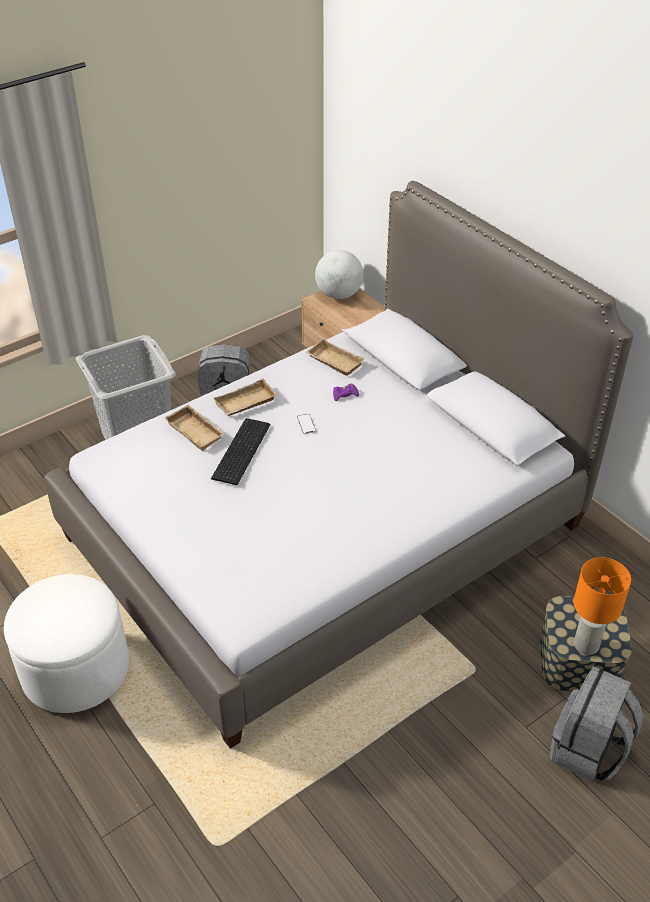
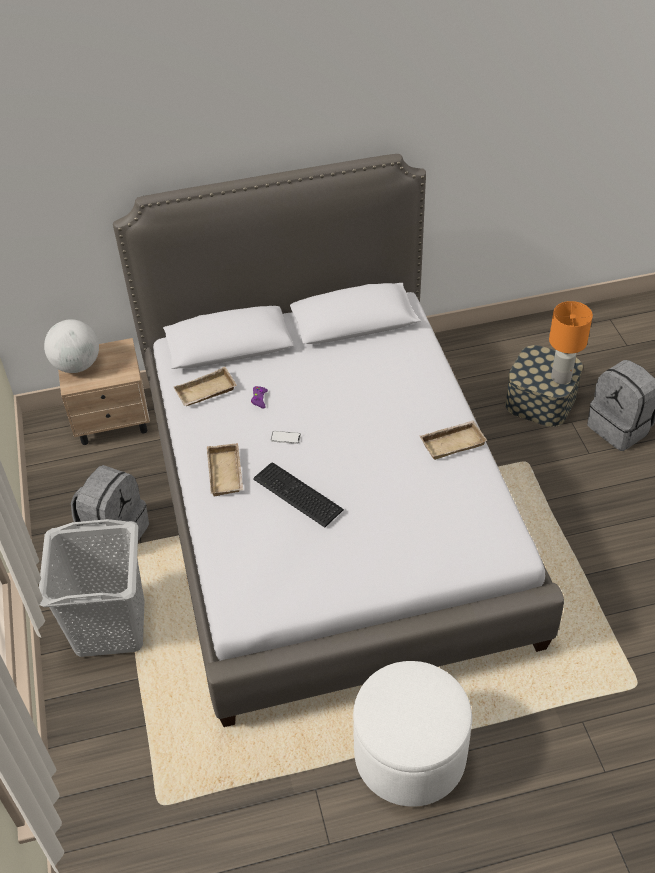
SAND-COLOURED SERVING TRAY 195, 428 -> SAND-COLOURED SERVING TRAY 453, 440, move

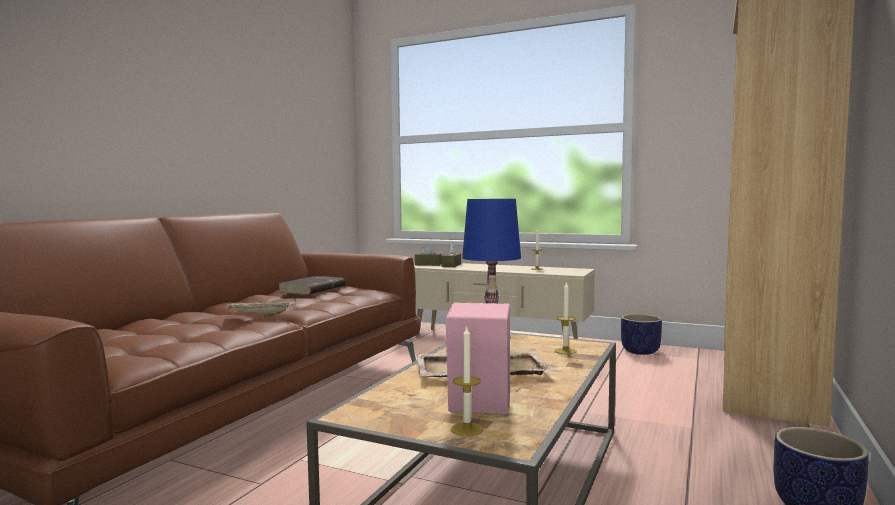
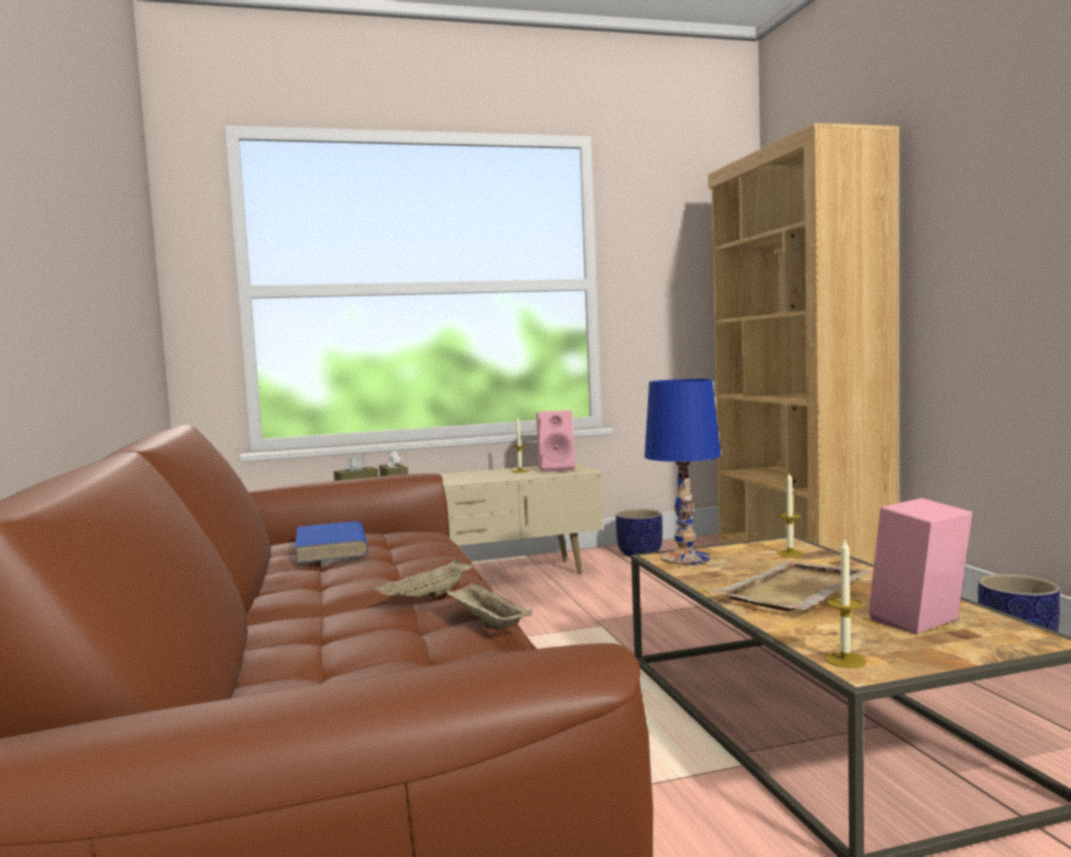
none -> SAND-COLOURED SERVING TRAY 488, 605
none -> PINK SPEAKER 555, 441
WAX CANDLE 467, 380 -> WAX CANDLE 846, 604, move
BROWN BOOK 312, 285 -> BLUE BOOK 331, 542

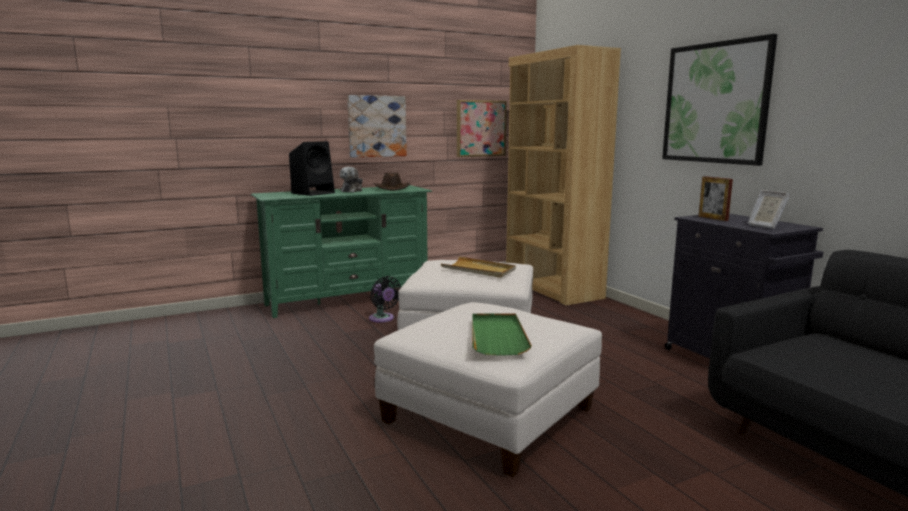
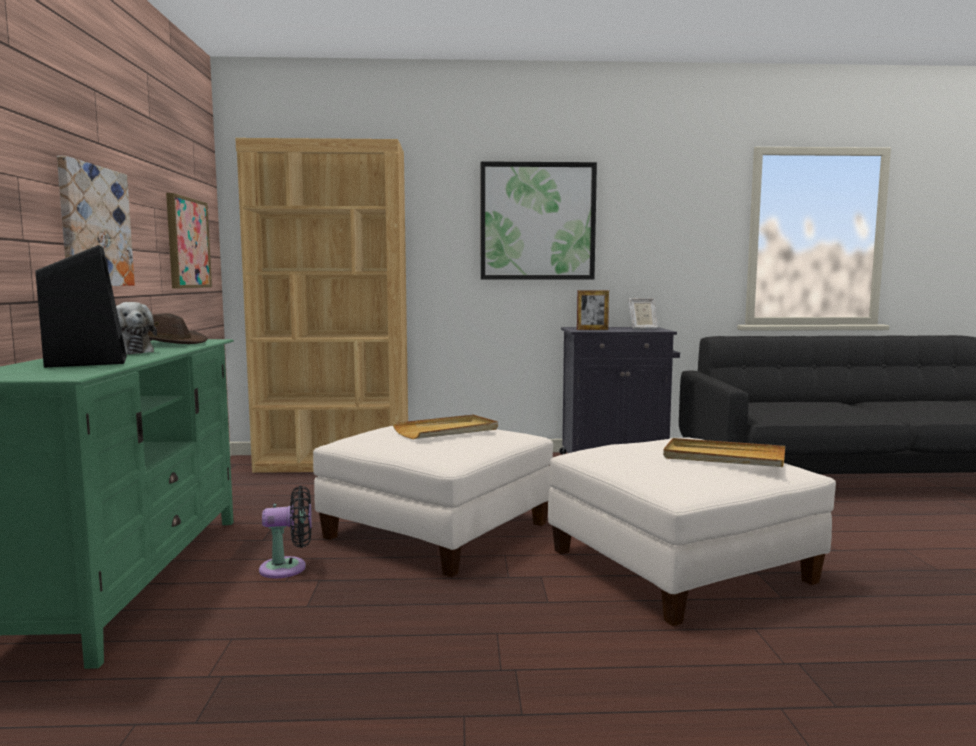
GREEN-COLOURED SERVING TRAY 502, 335 -> SAND-COLOURED SERVING TRAY 724, 452

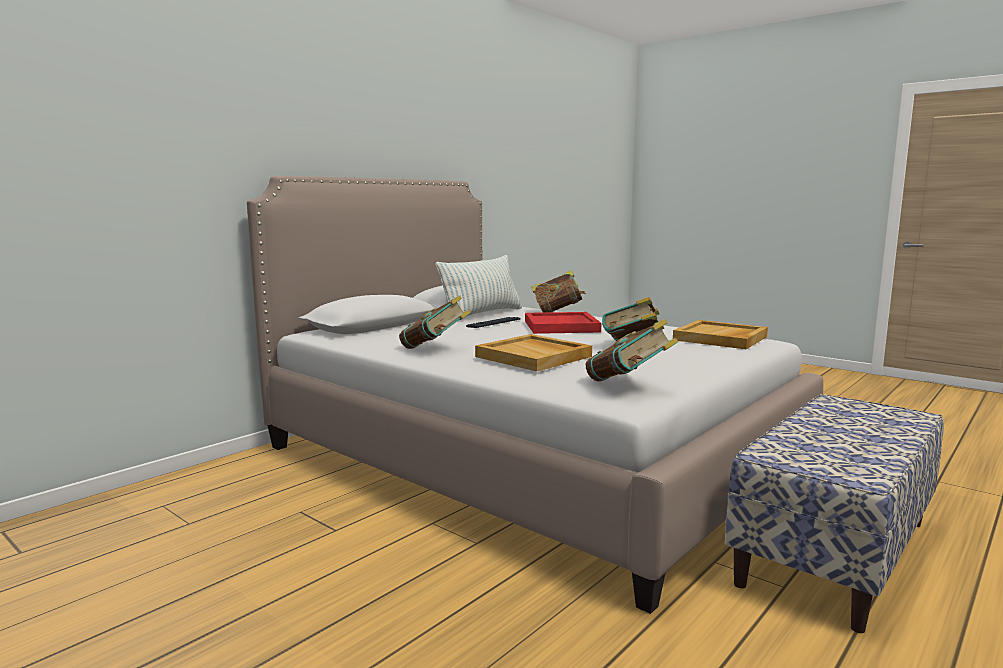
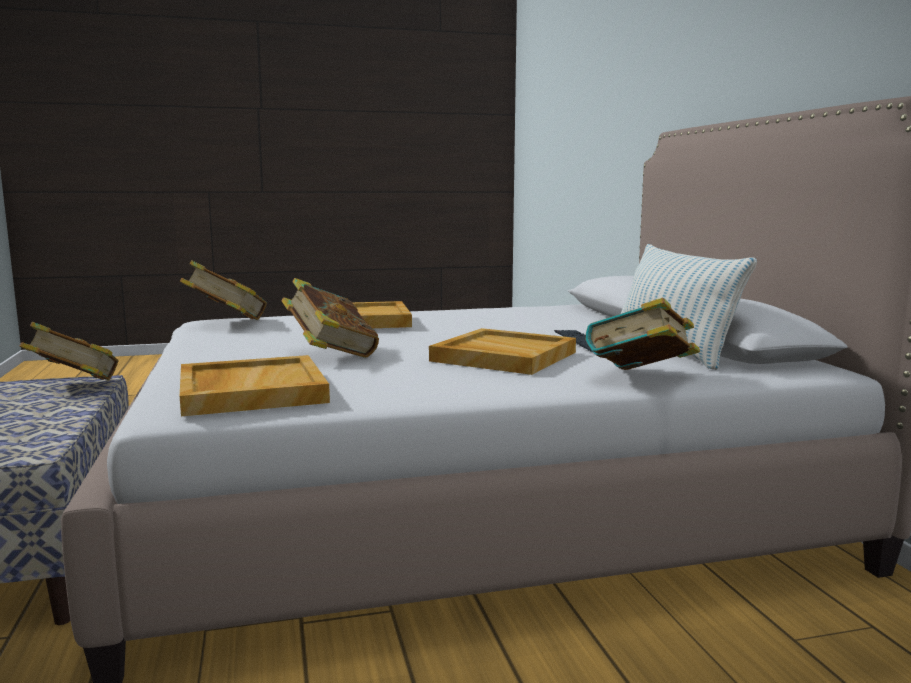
BOOK 435, 322 -> BOOK 69, 351, move
REDDISH SERVING TRAY 563, 323 -> SAND-COLOURED SERVING TRAY 502, 351

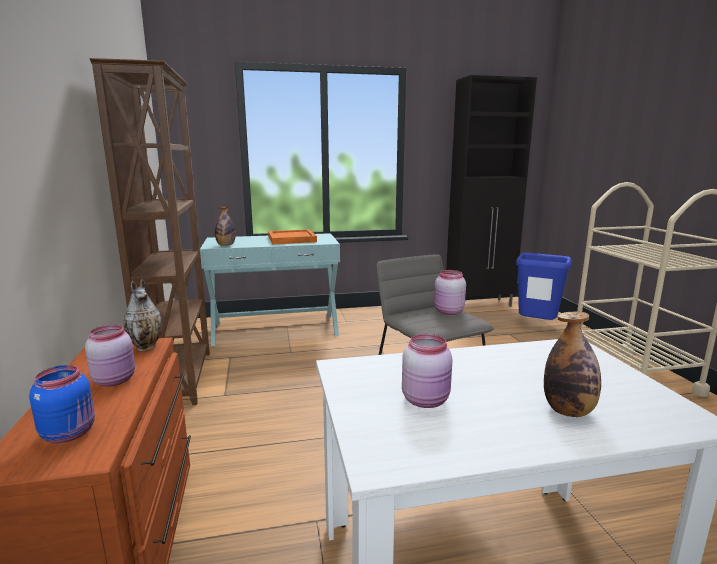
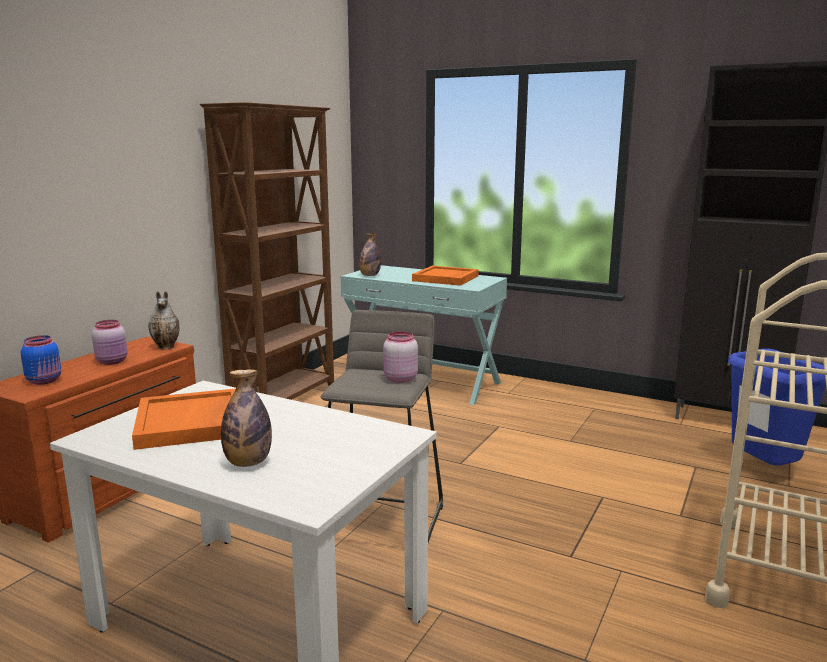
PINK PRESERVE JAR 427, 371 -> ORANGEY SERVING TRAY 184, 419

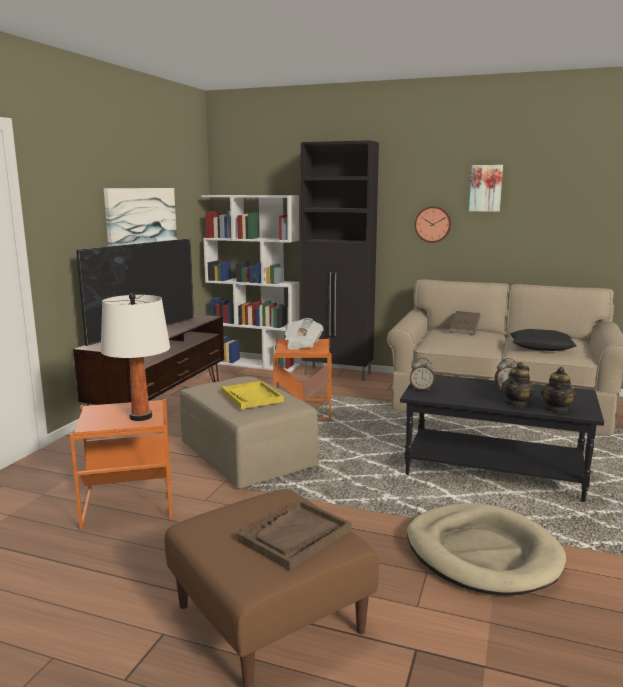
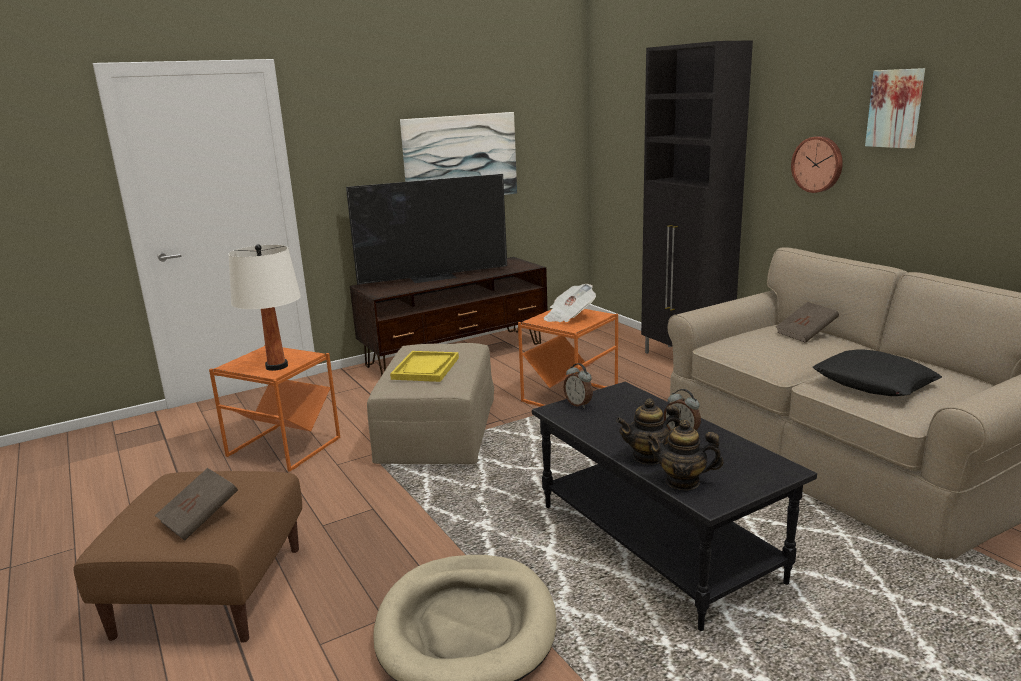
WHITE-COLOURED SHELVING UNIT 250, 283 -> none
BROWN SERVING TRAY 294, 535 -> BROWN BOOK 196, 504
TEA POT 559, 390 -> TEA POT 685, 455, 45 degrees clockwise

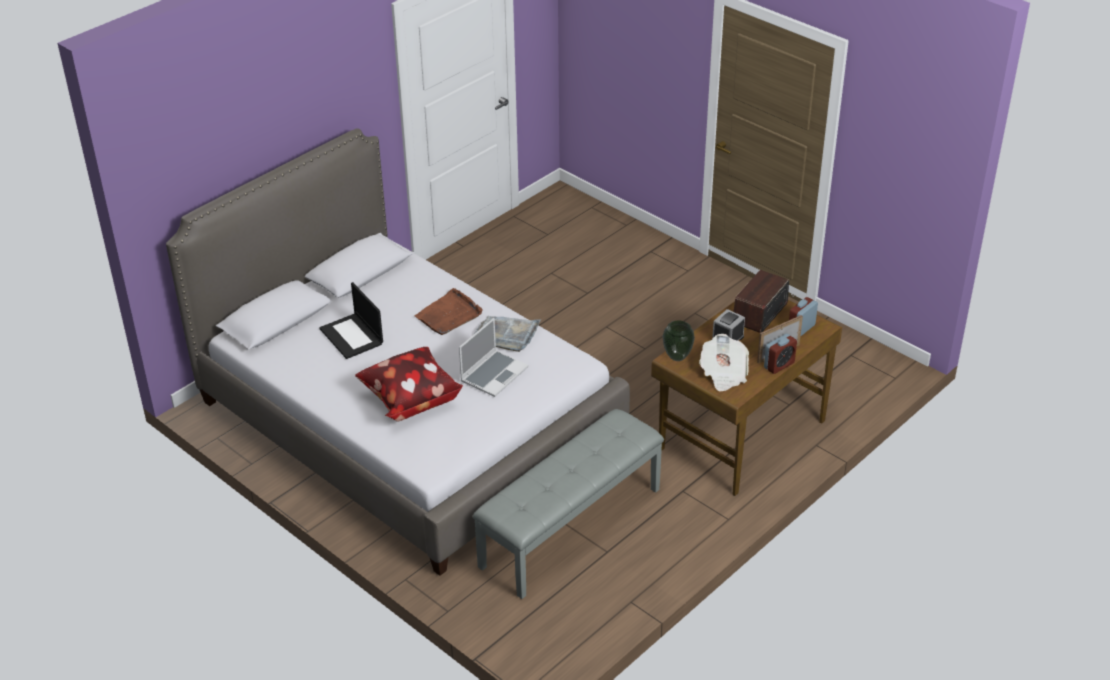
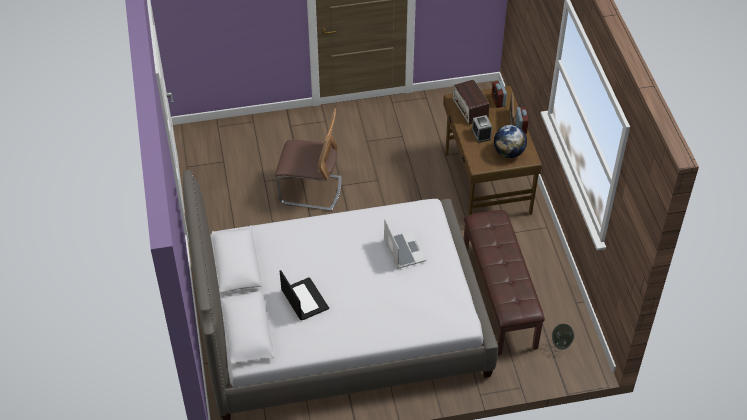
THROW PILLOW 409, 384 -> none
BROWN SERVING TRAY 448, 311 -> none
GREY SERVING TRAY 507, 334 -> none
none -> CHAIR 308, 159
DECORATIVE VASE 678, 340 -> DECORATIVE VASE 563, 337, move
NEWSPAPER 724, 363 -> WORLD GLOBE 510, 141
GREY LONG SEAT 568, 504 -> BROWN LONG SEAT 504, 283
LAPTOP 351, 320 -> LAPTOP 304, 295, 120 degrees counterclockwise

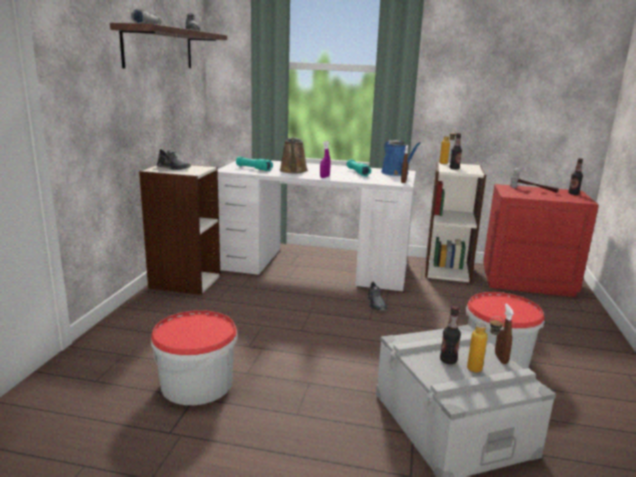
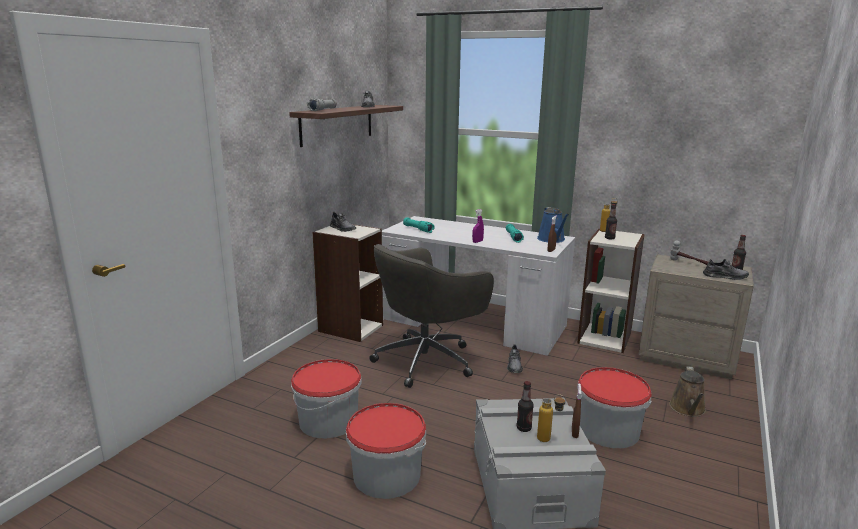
none -> WATER BUCKET 386, 451
none -> GREY COMPUTER CHAIR 431, 316
none -> GREY ITEM OF FOOTWEAR 726, 269
BROWN WATERING POT 293, 155 -> BROWN WATERING POT 687, 391, move
REDDISH BEDSIDE TABLE 541, 240 -> SAND-COLOURED BEDSIDE TABLE 696, 317

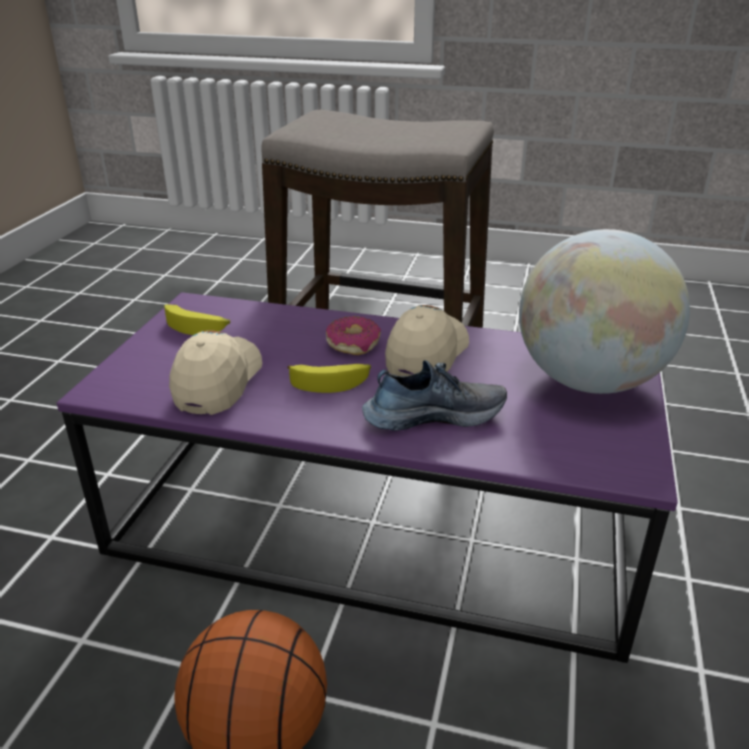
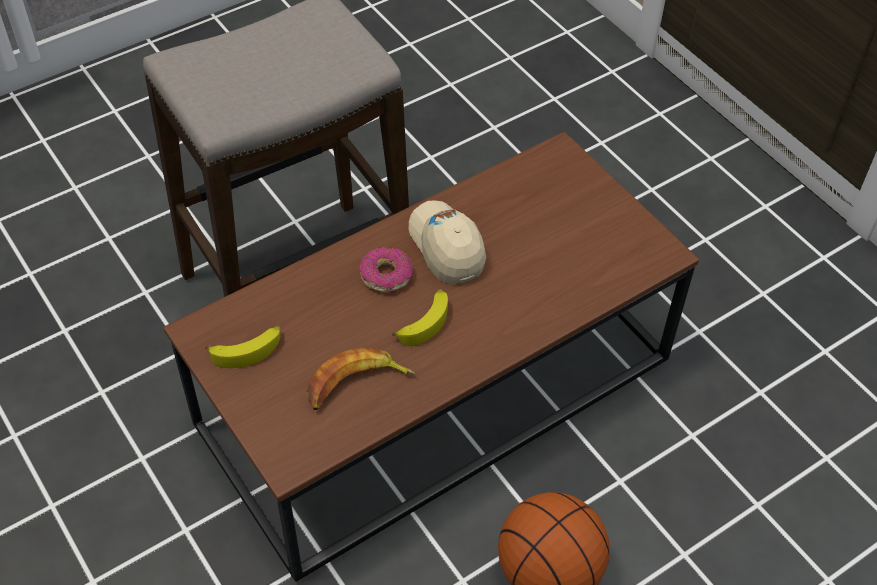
ITEM OF FOOTWEAR 434, 395 -> none
WORLD GLOBE 604, 311 -> none
SAND-COLOURED PEAKED CAP 215, 373 -> WHOLE BANANA 361, 379
PURPLE-COLOURED COFFEE TABLE 367, 477 -> BROWN COFFEE TABLE 431, 357

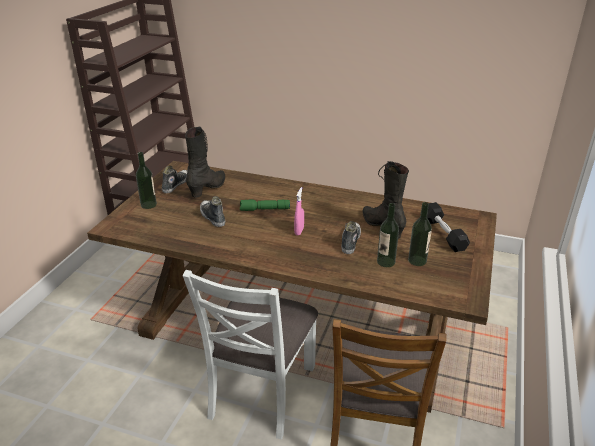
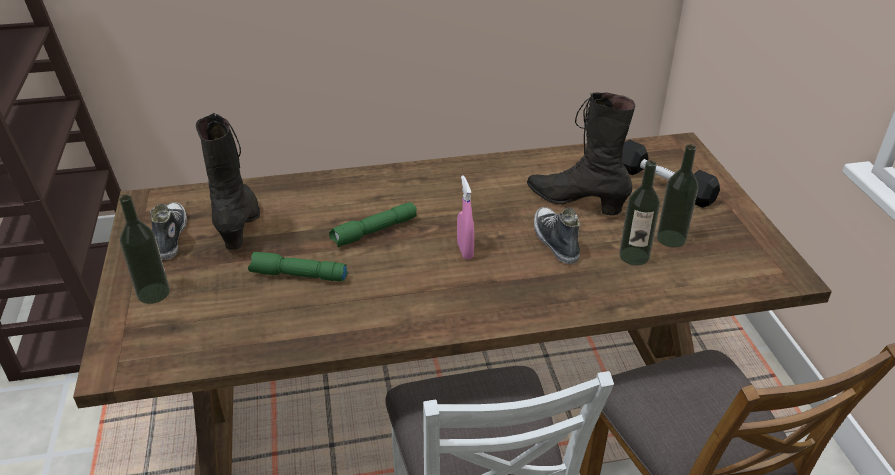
ITEM OF FOOTWEAR 212, 211 -> GREEN-COLOURED TORCH 298, 267

